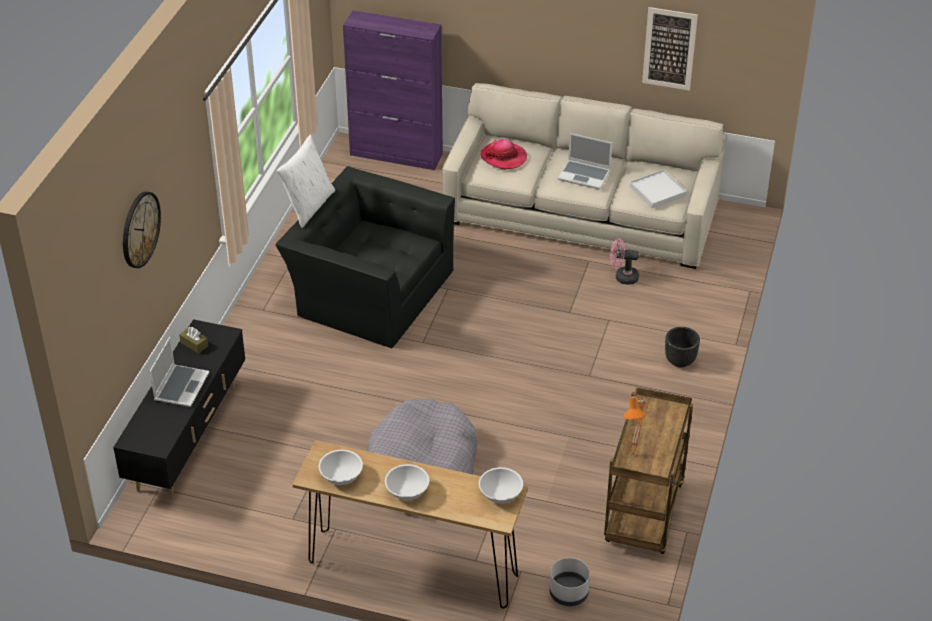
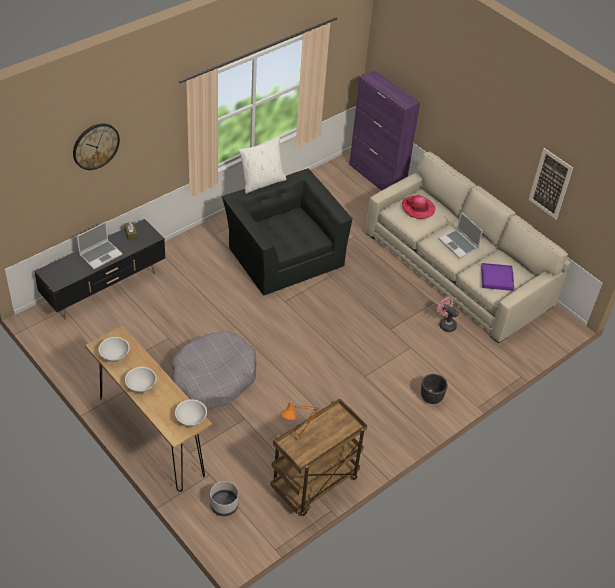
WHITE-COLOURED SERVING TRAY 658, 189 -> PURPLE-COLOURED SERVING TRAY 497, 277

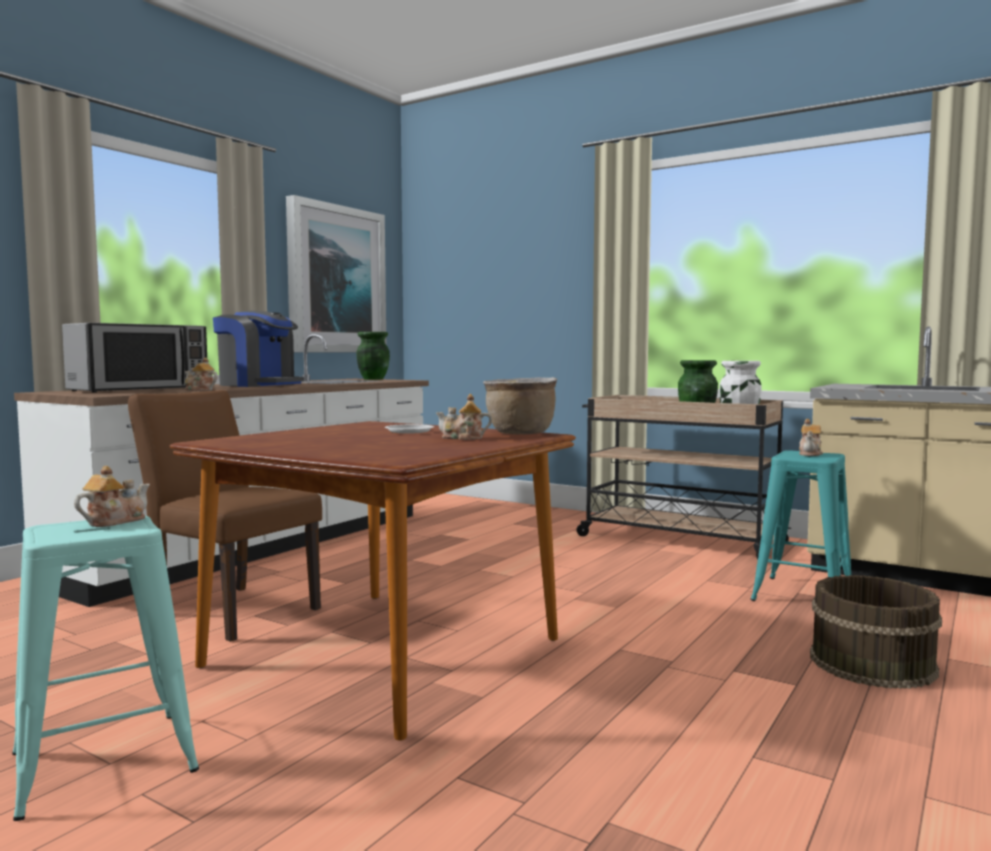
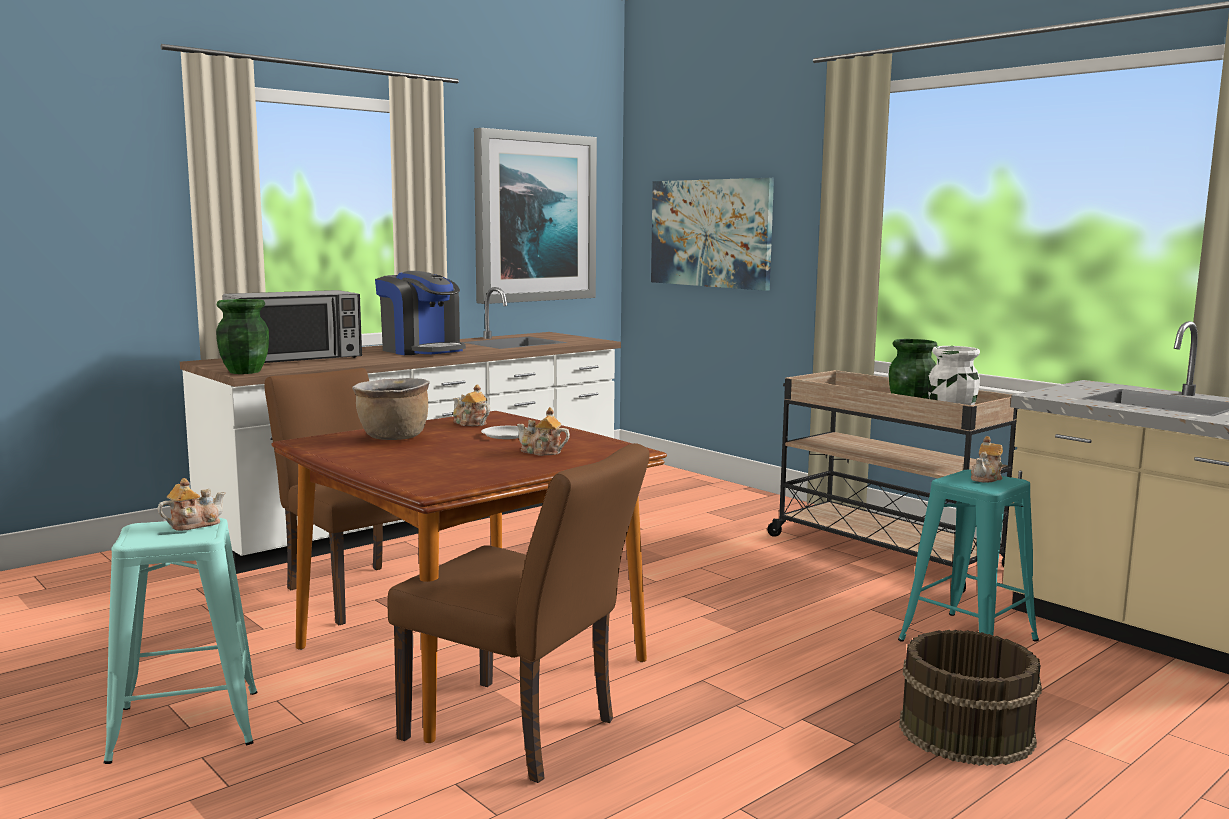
none -> BROWN CHAIR 518, 613
none -> WALL PICTURE 712, 234
TEA POT 201, 374 -> TEA POT 471, 405, move
GREEN-COLOURED DECORATIVE VASE 373, 356 -> GREEN-COLOURED DECORATIVE VASE 242, 336, move
BROWN COOKING POT 520, 405 -> BROWN COOKING POT 391, 409, move

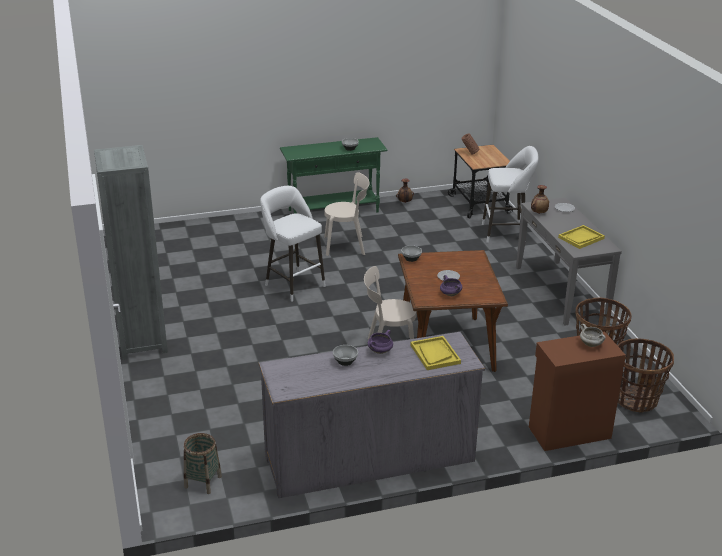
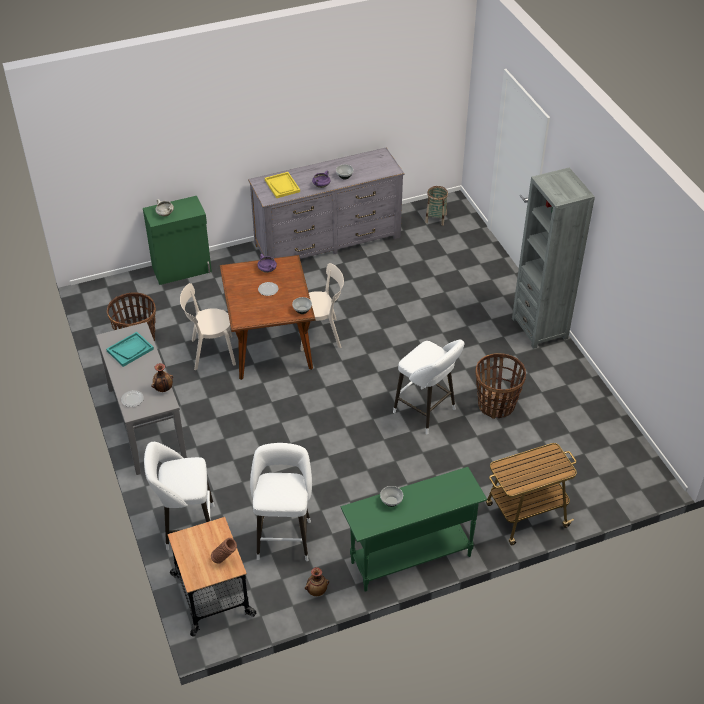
none -> WHITE-COLOURED STOOL 281, 502
none -> TROLLEY 531, 494
SAND-COLOURED CHAIR 347, 214 -> SAND-COLOURED CHAIR 208, 326, move
STORAGE BASKET 645, 375 -> STORAGE BASKET 500, 386, move
BROWN CABINET 577, 391 -> GREEN-COLOURED CABINET 177, 240
YELLOW SERVING TRAY 581, 237 -> TURQUOISE SERVING TRAY 130, 349

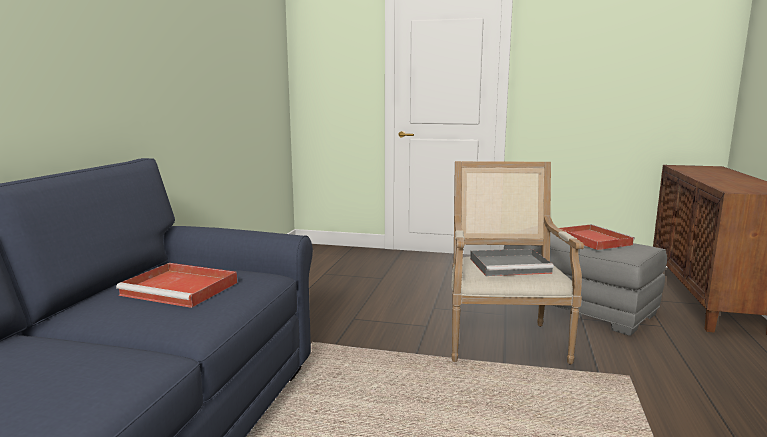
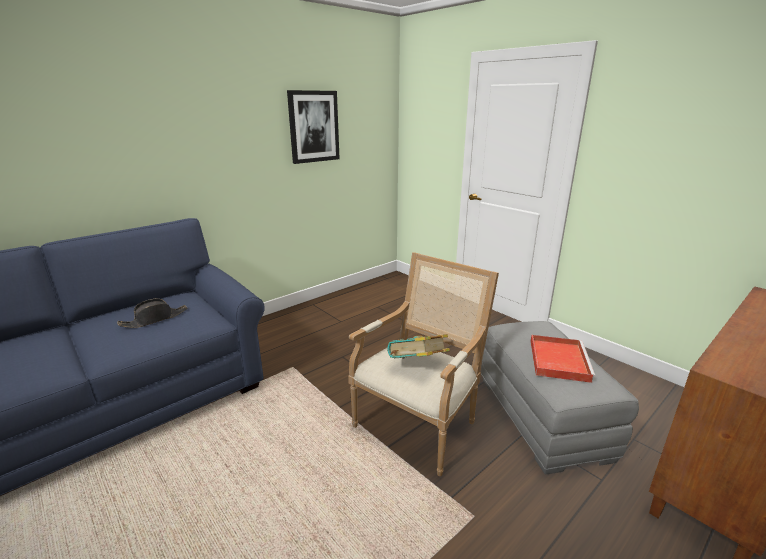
none -> WALL PICTURE 313, 127
REDDISH SERVING TRAY 176, 285 -> BLACK WEARABLE HAT 152, 313
GREY SERVING TRAY 512, 262 -> BOOK 418, 346

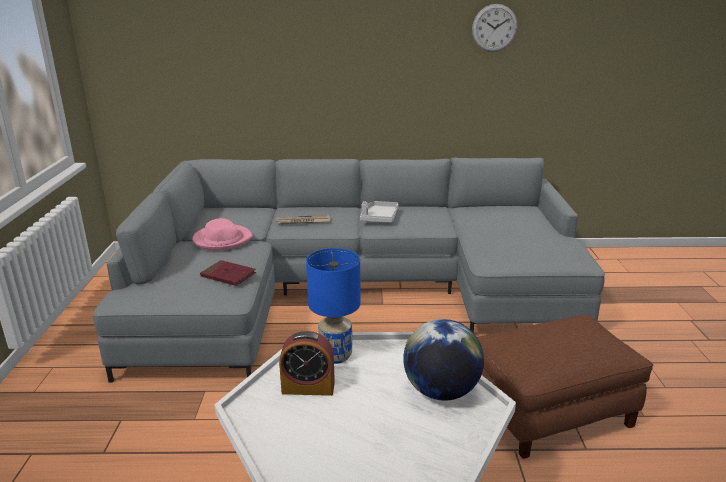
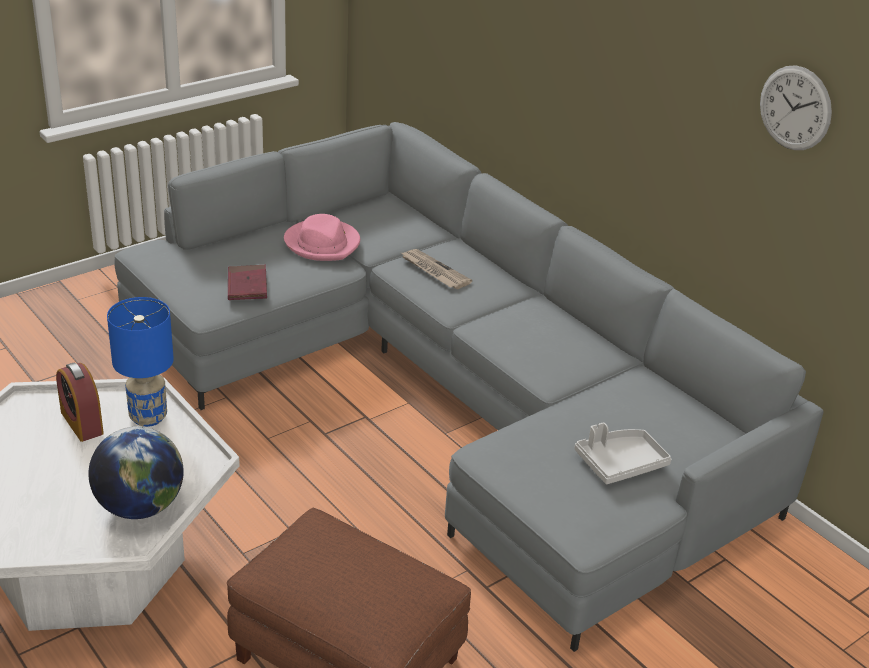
GREY SERVING TRAY 379, 212 -> GREY SERVING TRAY 622, 453, move

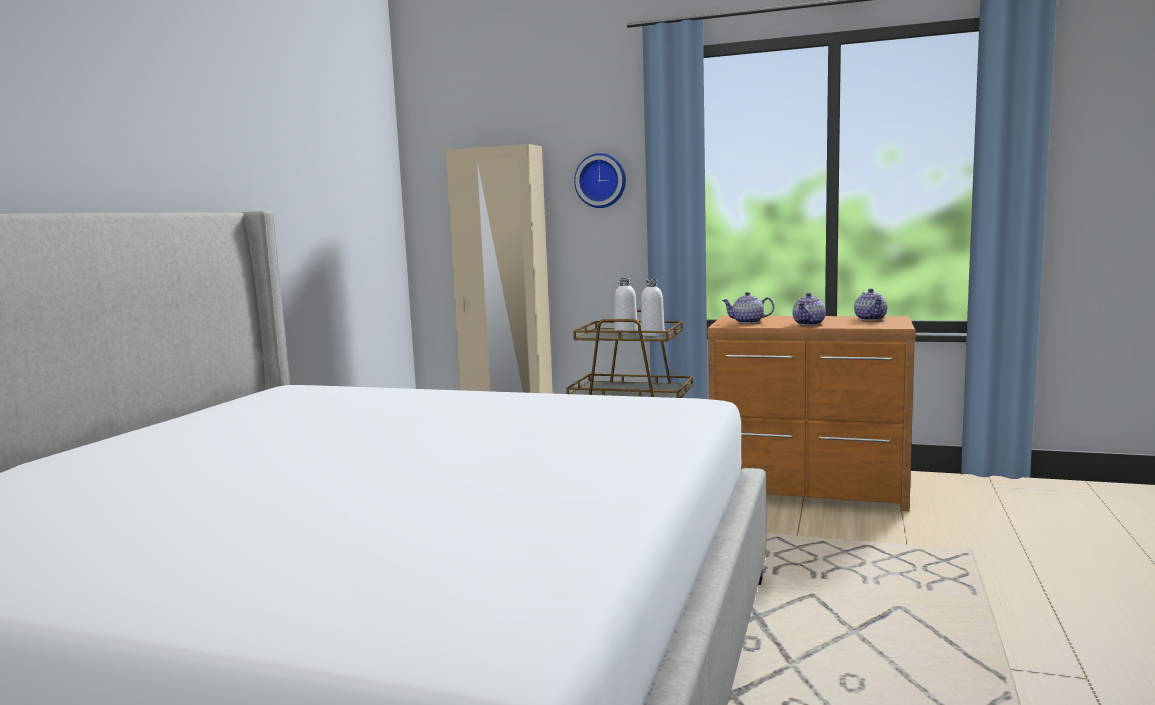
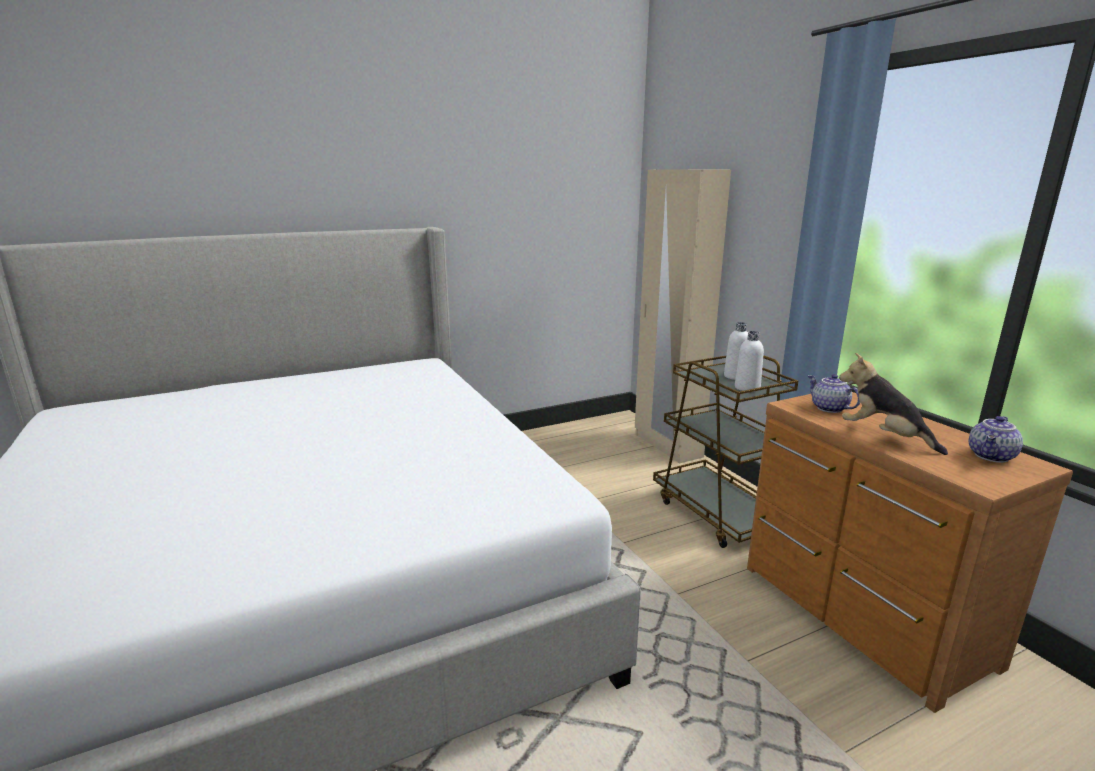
HANGING CLOCK 600, 180 -> none
TEA POT 809, 309 -> SOFT TOY 893, 404

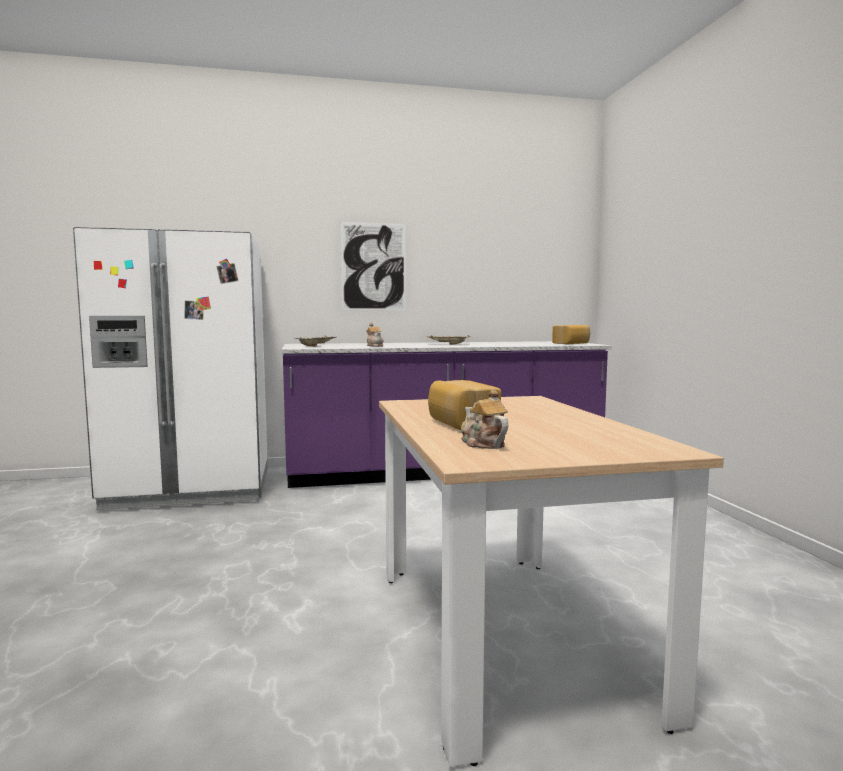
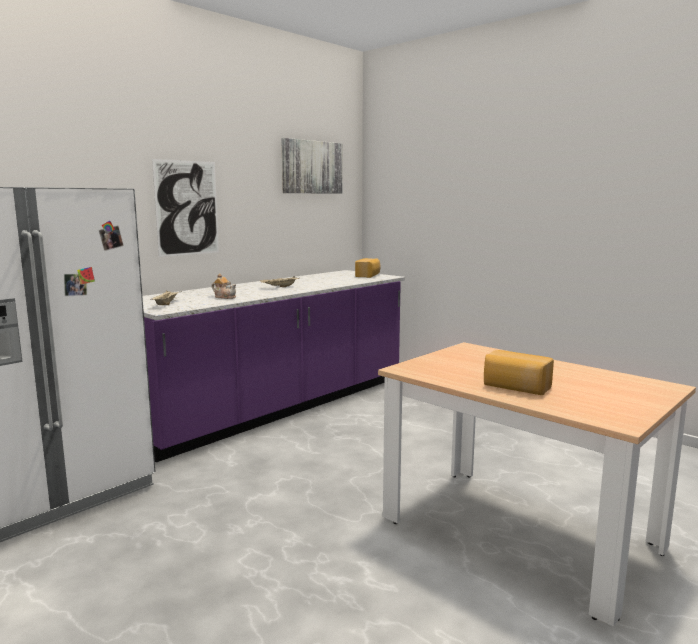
TEA POT 484, 419 -> none
none -> WALL PICTURE 312, 166

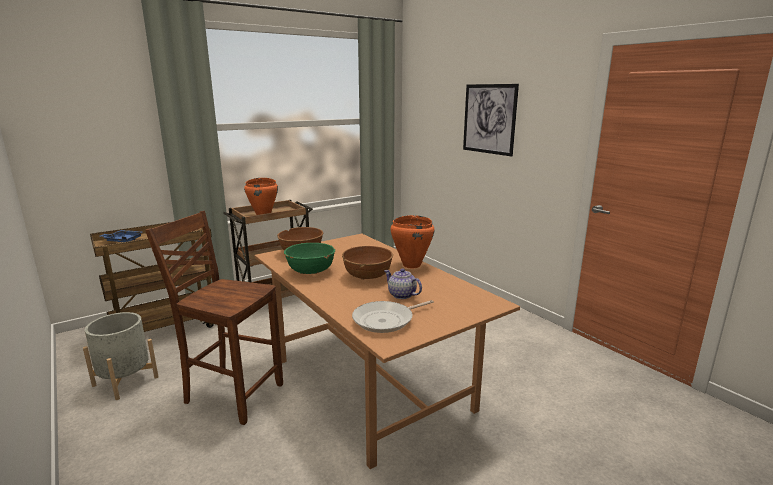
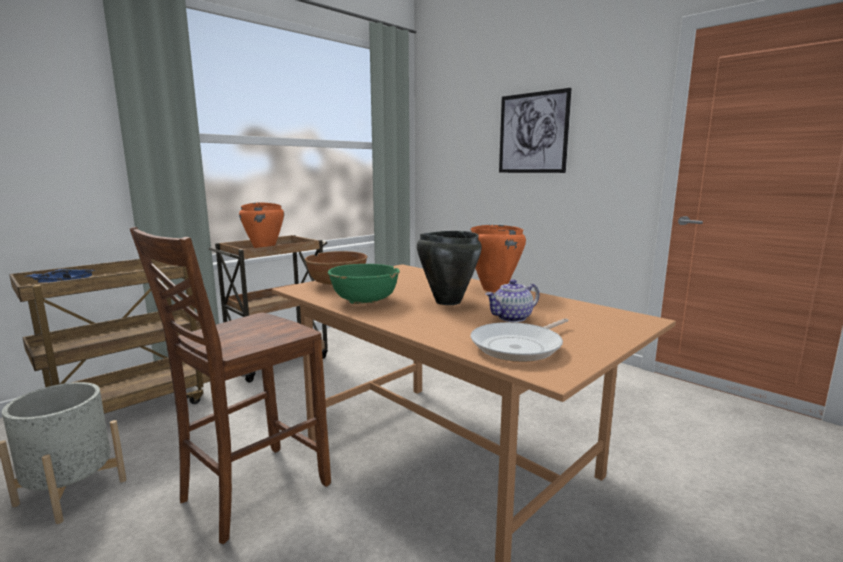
BROWN DEEP DISH 367, 263 -> BLACK COOKING POT 449, 268
BROWN CHAIR 214, 318 -> BROWN CHAIR 230, 385, 60 degrees counterclockwise
TEA POT 403, 284 -> TEA POT 512, 300, 60 degrees counterclockwise

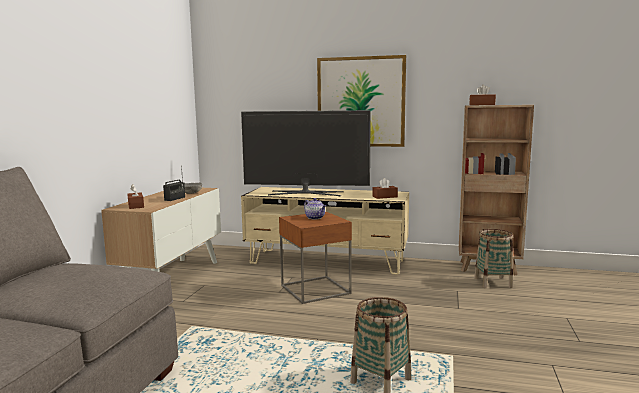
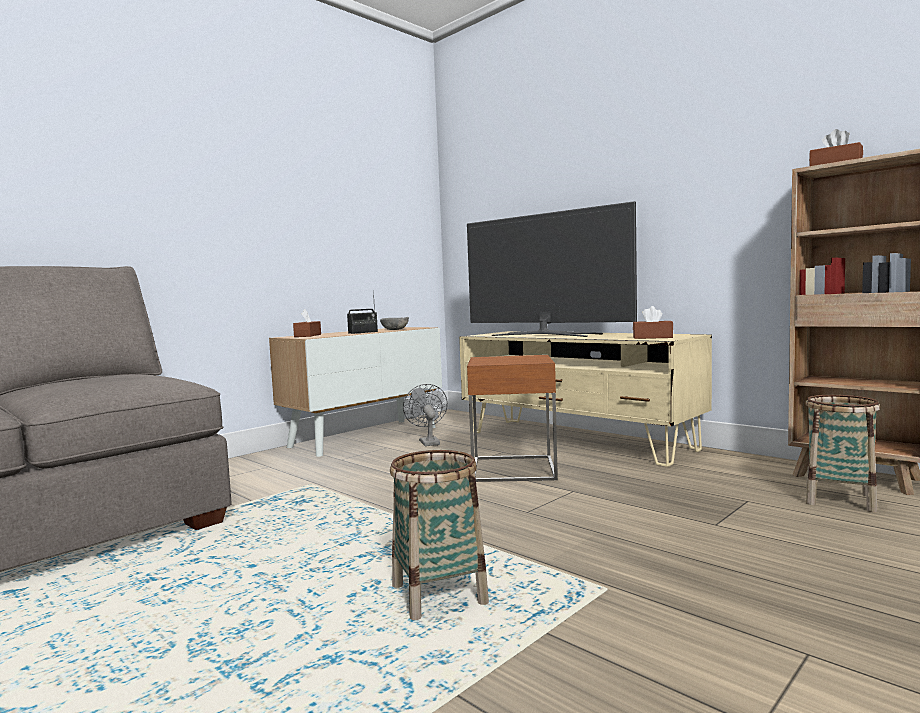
TEA POT 315, 208 -> none
WALL PICTURE 361, 101 -> none
none -> GREY ELECTRIC FAN 425, 415

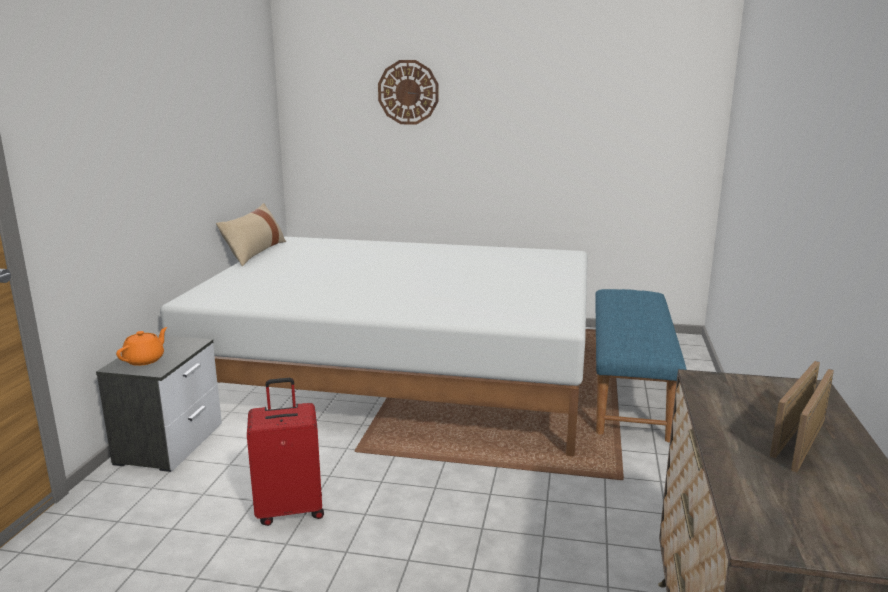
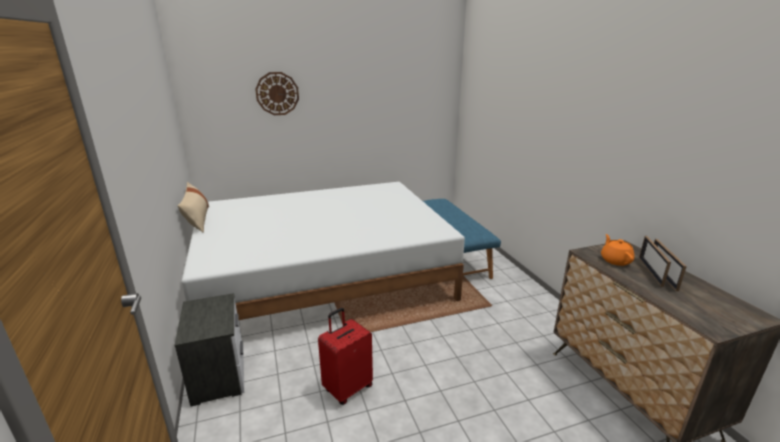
ORANGEY TEA POT 141, 346 -> ORANGEY TEA POT 618, 250, move

